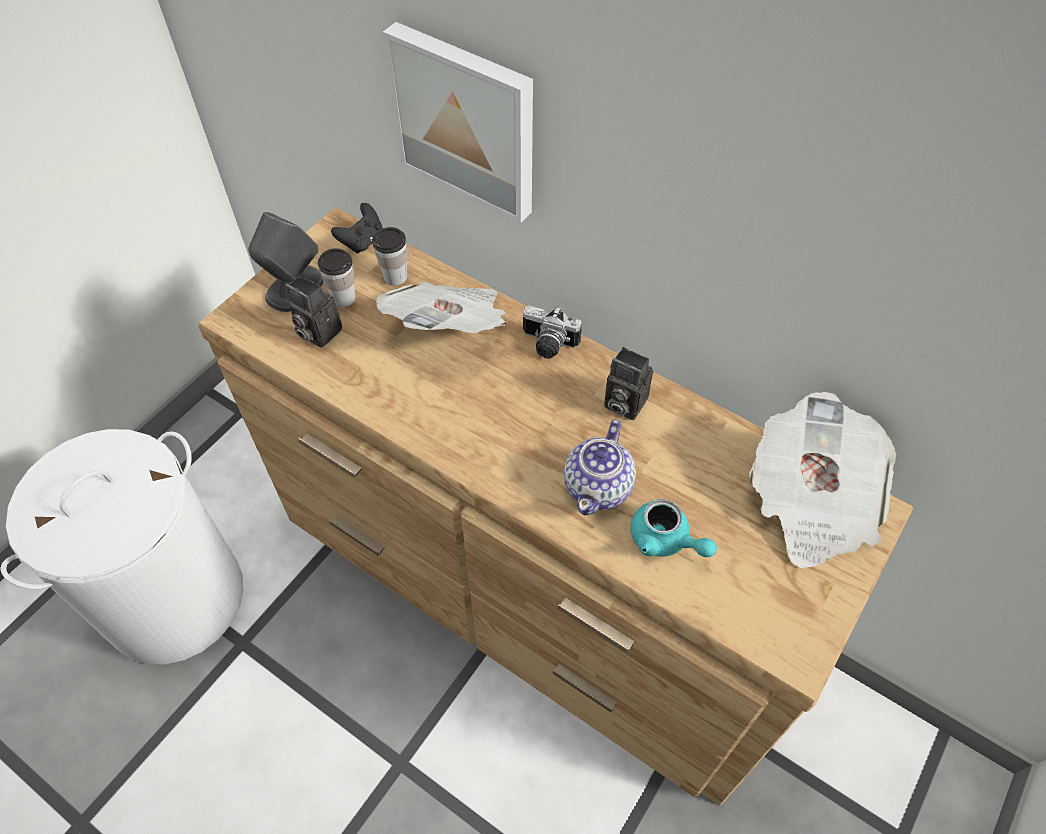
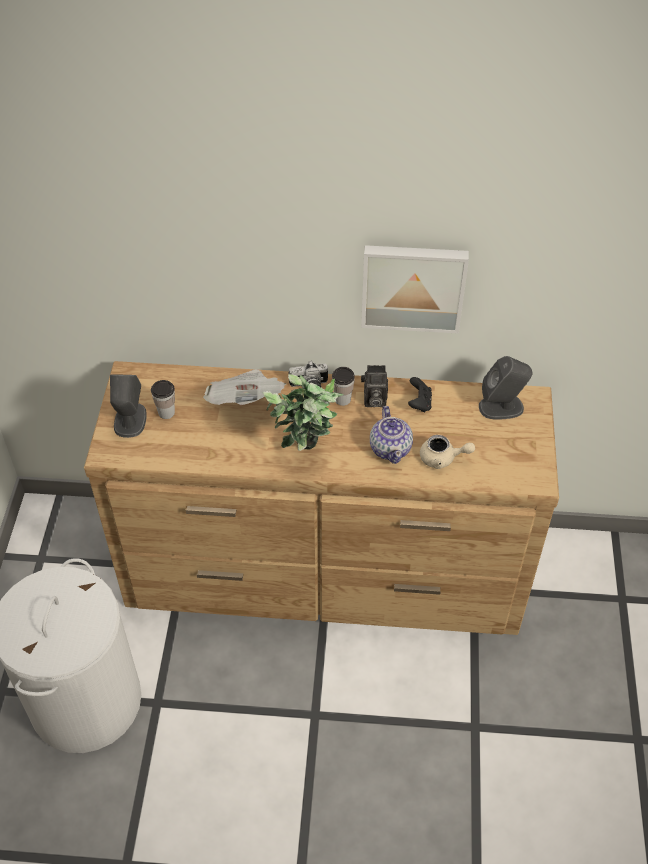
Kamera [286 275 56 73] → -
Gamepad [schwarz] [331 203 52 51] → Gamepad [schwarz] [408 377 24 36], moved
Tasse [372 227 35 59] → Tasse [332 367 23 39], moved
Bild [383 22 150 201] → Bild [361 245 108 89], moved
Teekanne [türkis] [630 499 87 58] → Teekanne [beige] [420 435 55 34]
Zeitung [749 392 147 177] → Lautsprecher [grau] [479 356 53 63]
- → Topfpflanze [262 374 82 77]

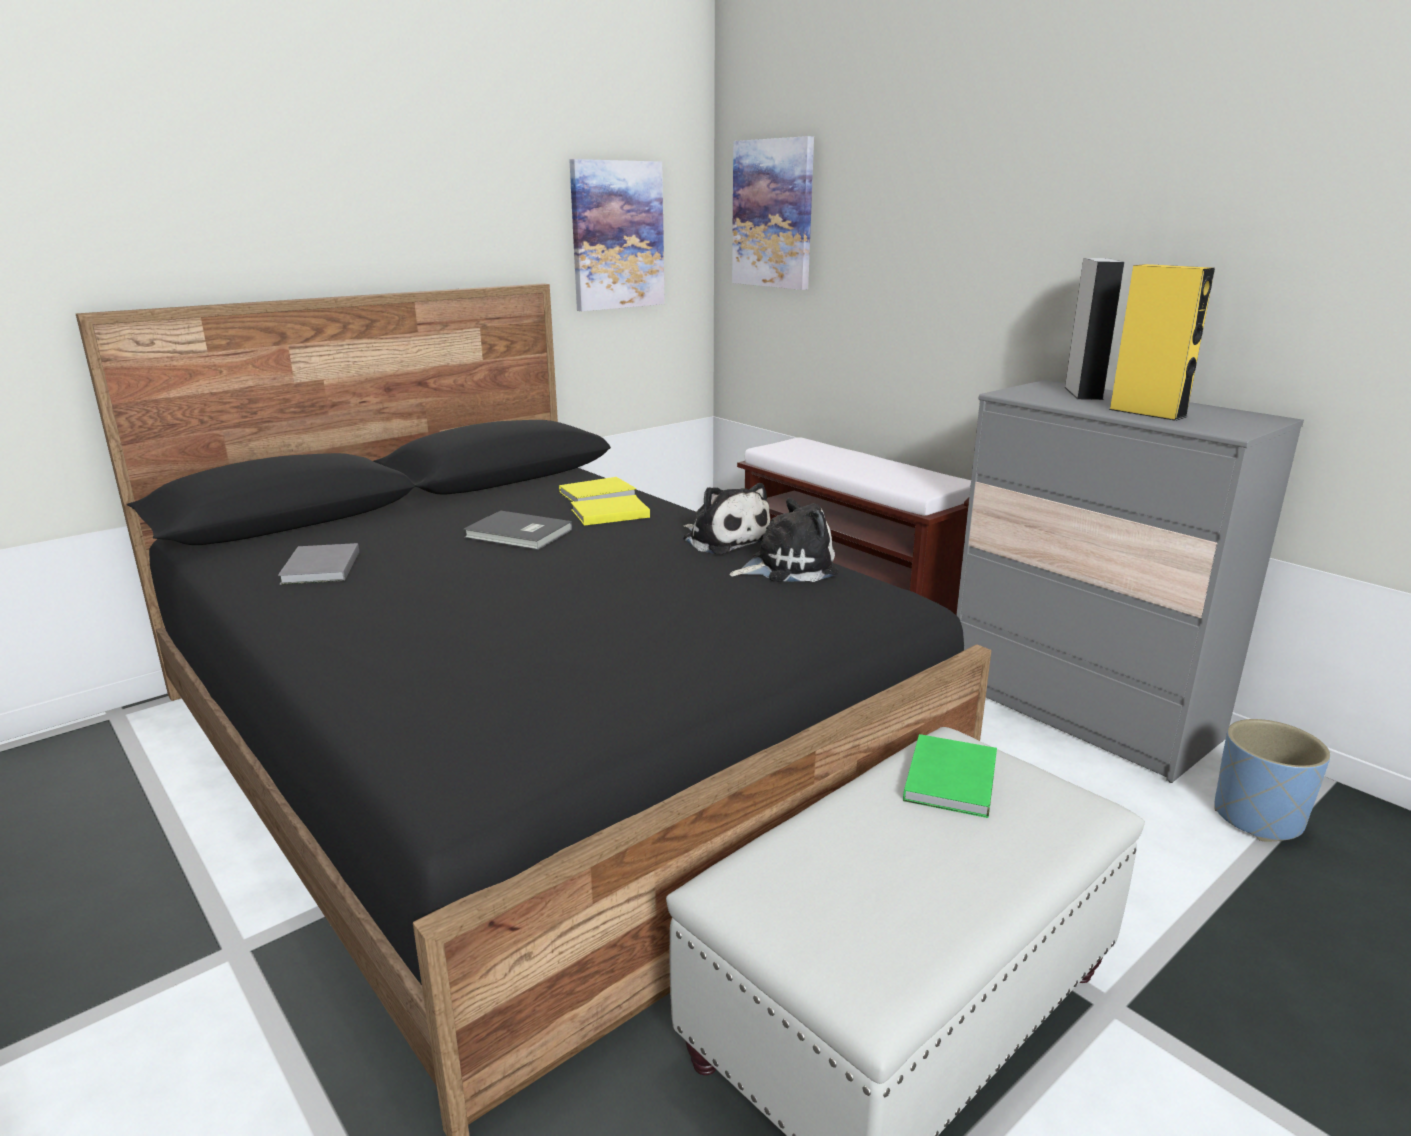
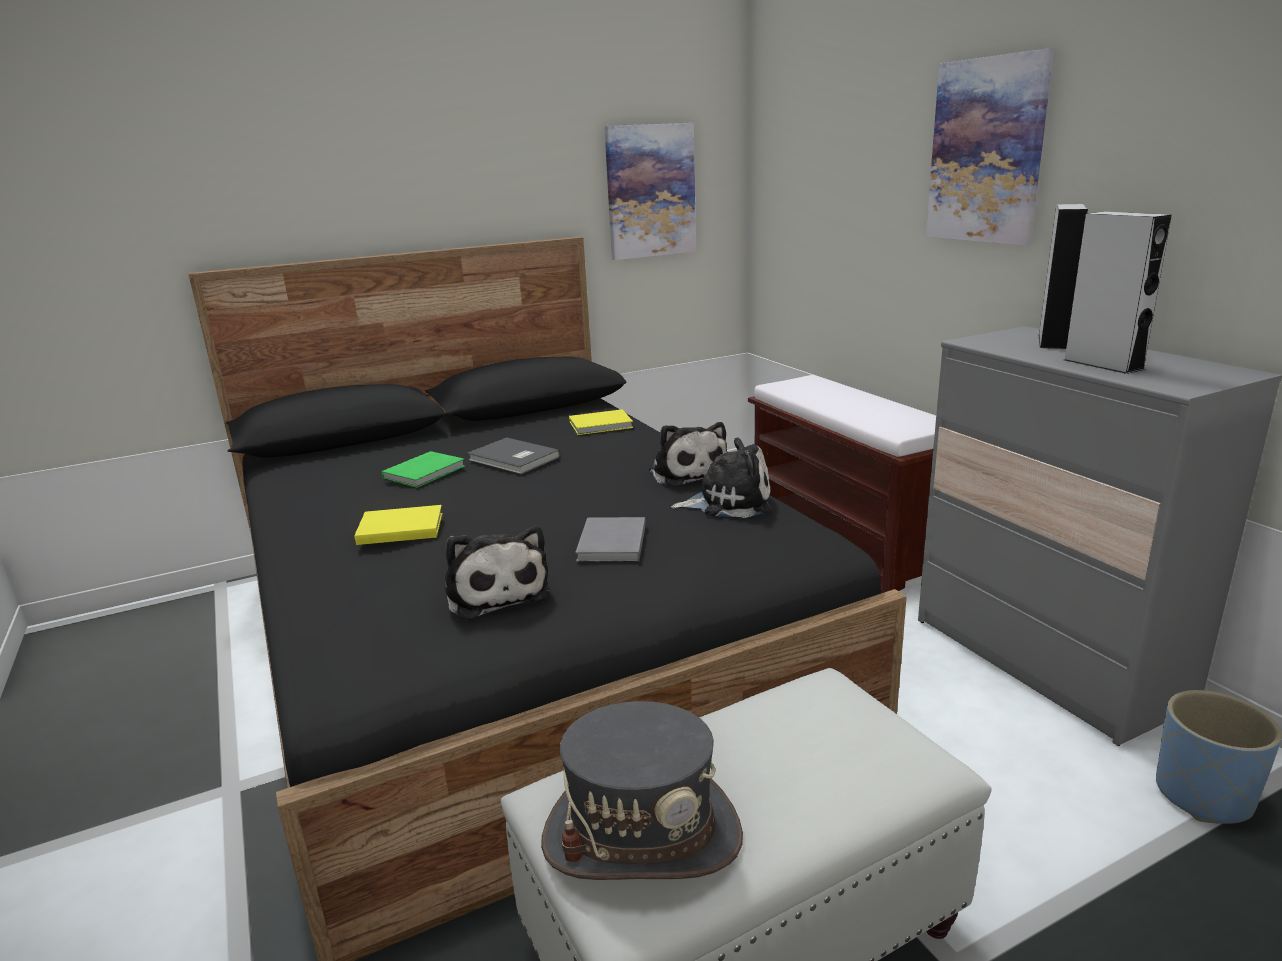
Buch [grau] [278 543 81 42] → Buch [grau] [575 517 71 45], moved
Buch [gelb] [571 495 79 31] → Buch [gelb] [354 505 89 40], moved
Bild [732 136 82 154] → Bild [926 48 128 198], moved
Buch [grün] [903 734 94 84] → Buch [grün] [382 451 83 37], moved
Lautsprecher [gelb] [1109 264 106 157] → Lautsprecher [grau] [1065 212 107 162]
- → Plüschtier [445 526 105 94]
- → Hut [grau] [541 701 202 179]

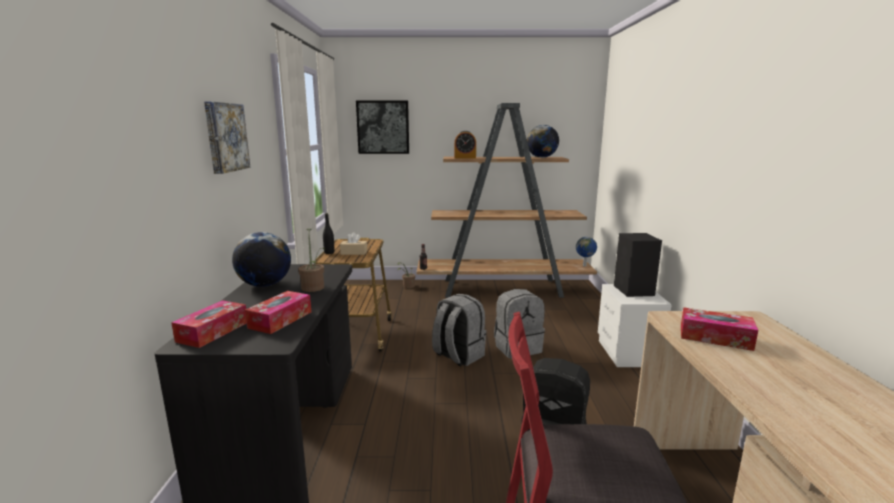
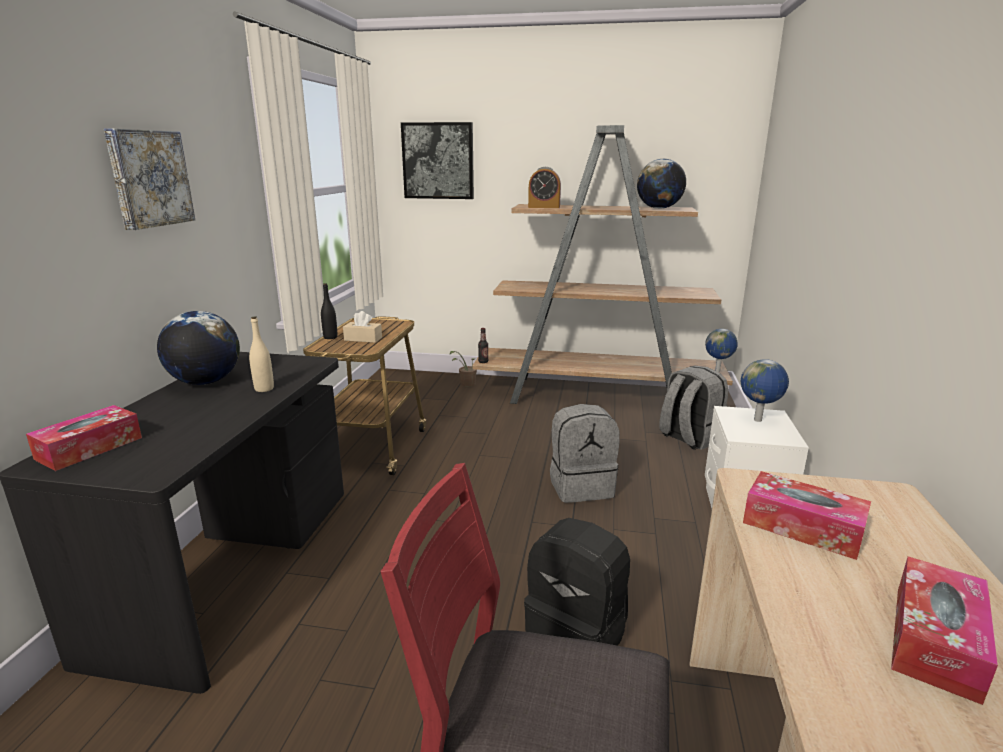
Taschentuchbox [245 291 66 43] → Taschentuchbox [891 556 107 149], moved
Topfpflanze [298 229 28 63] → Flasche [beige] [249 316 25 76]
Rucksack [grau] [432 294 54 72] → Rucksack [grau] [659 365 69 85], moved
Lautsprecher [schwarz] [614 233 48 64] → Globus [741 359 48 63]

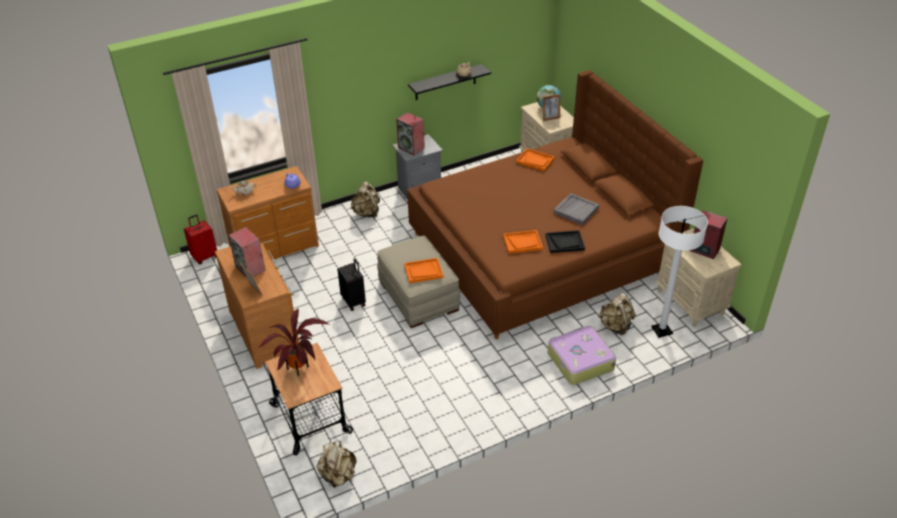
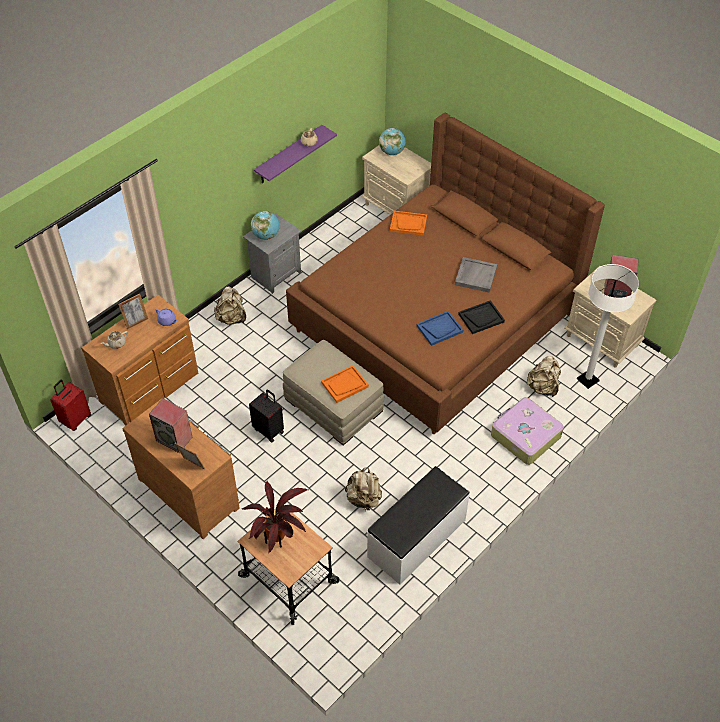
Rucksack [beige] [316 440 40 48] → Rucksack [beige] [345 467 37 45], moved
Lautsprecher [396 112 29 43] → Globus [251 211 29 29]
Wandregal [schwarz] [408 64 83 36] → Wandregal [lila] [254 125 83 58]
Tablett [orange] [503 230 40 24] → Tablett [blau] [417 311 46 35]
Bilderrahmen [542 94 18 27] → Bilderrahmen [118 293 30 36], moved
- → Bank [weiß] [367 466 103 119]

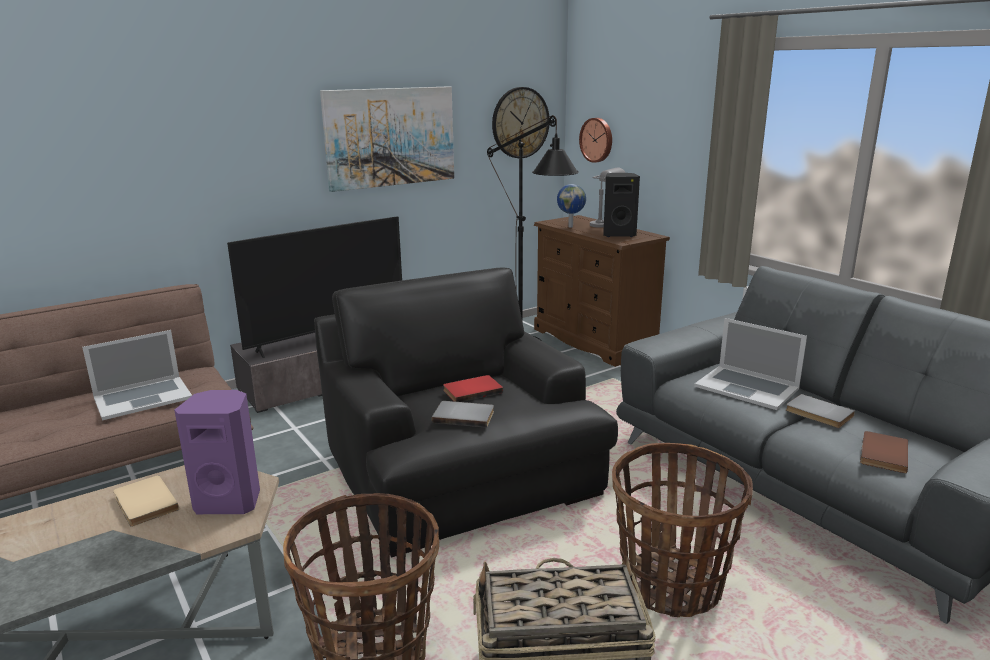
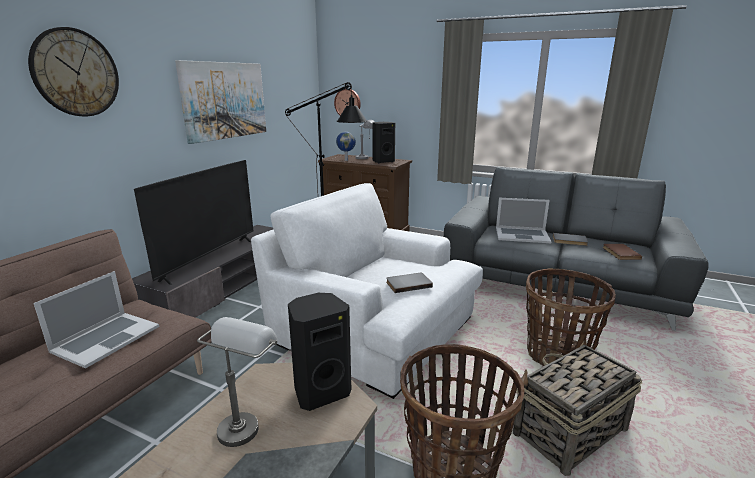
Buch [beige] [114 475 65 52] → Tischlampe [grau] [197 317 80 130]
Lautsprecher [lila] [174 390 86 124] → Lautsprecher [schwarz] [288 293 63 118]
Sessel [schwarz] [314 267 304 291] → Sessel [weiß] [251 183 232 216]
Buch [rot] [443 375 60 27] → -
Wanduhr [492 87 57 71] → Wanduhr [28 27 91 89], moved

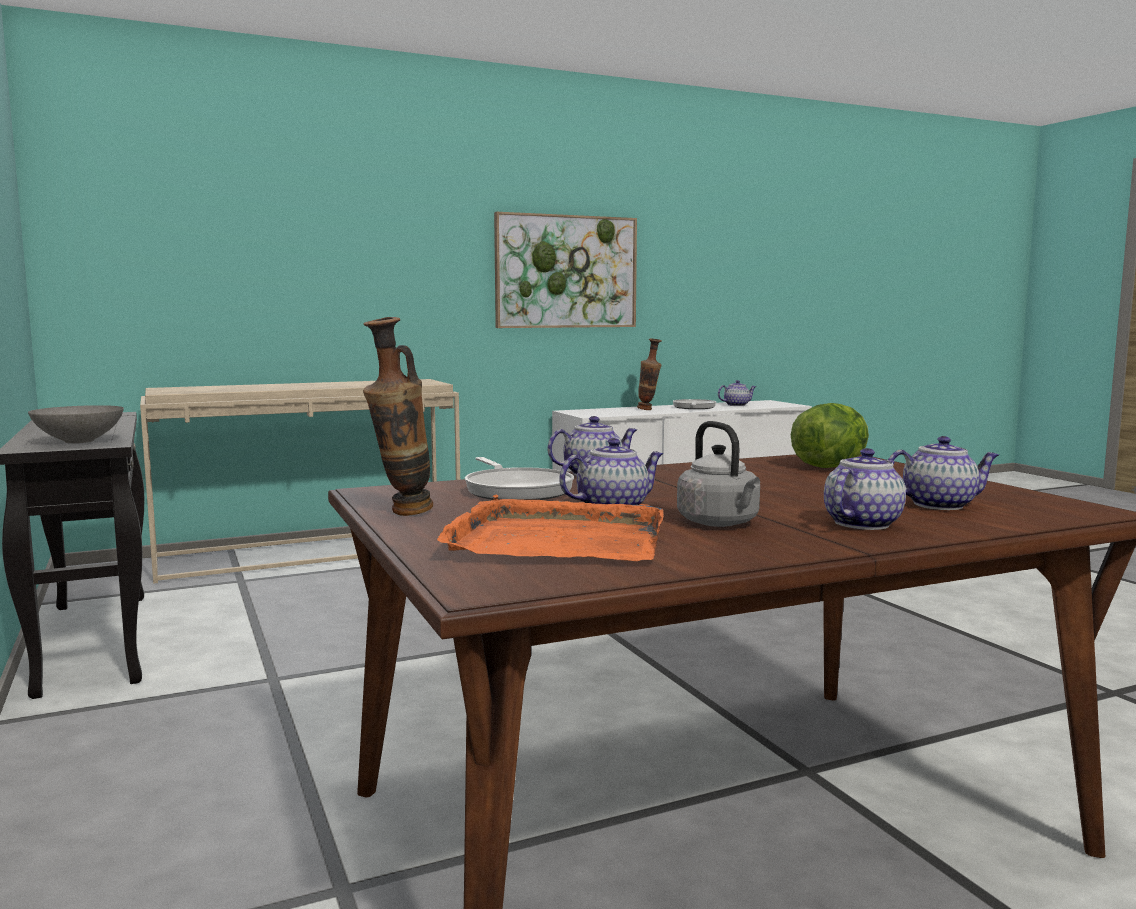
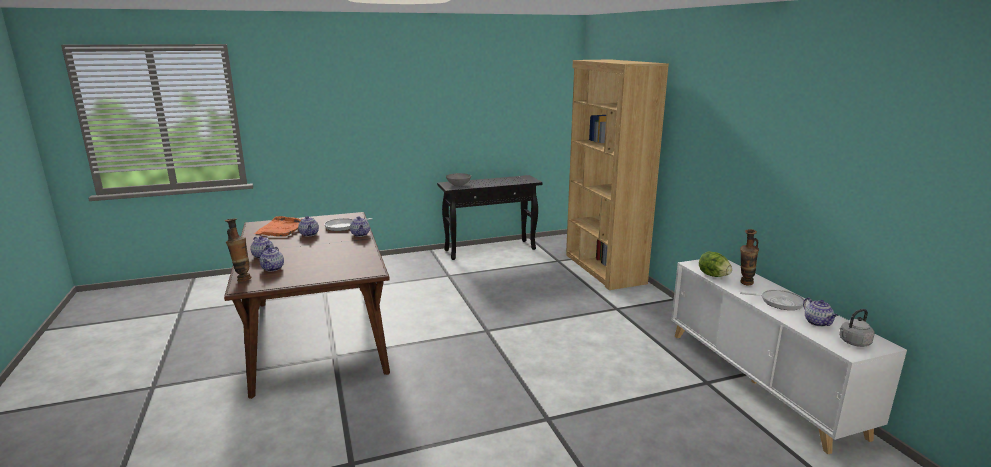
Konsolentisch [beige] [140 379 320 205] → Bücherregal [braun] [566 59 103 231]
Vase [363 317 70 199] → Vase [225 218 27 64], moved
Bild [494 212 143 116] → -
Wasserkessel [grau] [677 421 83 106] → Wasserkessel [grau] [839 309 36 38], moved
Salatkopf [791 403 78 65] → Salatkopf [699 252 33 25], moved

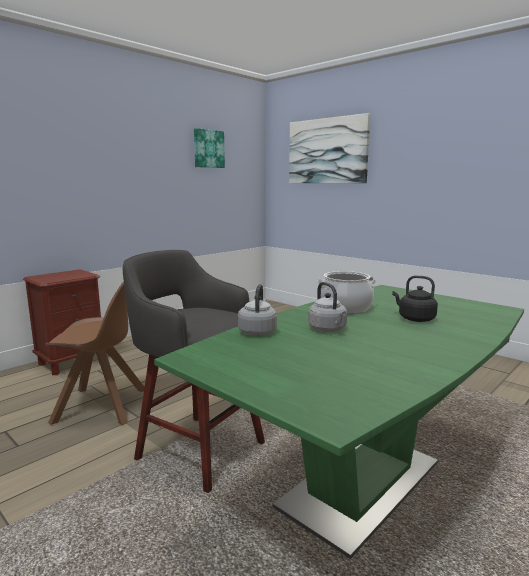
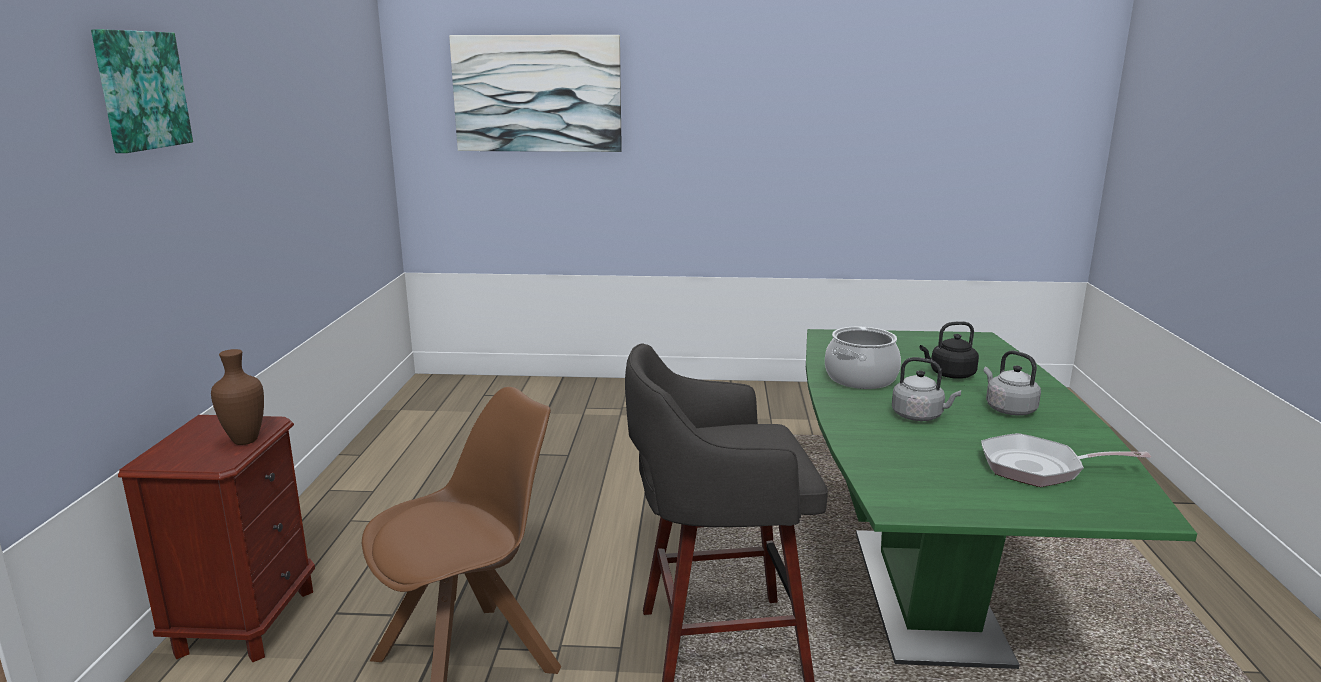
Bild [194 128 31 40] → Bild [91 29 102 124], moved
Wasserkessel [grau] [238 284 39 52] → Wasserkessel [grau] [983 350 58 66], moved
- → Vase [braun] [211 349 53 96]
- → Pfanne [981 433 170 54]

